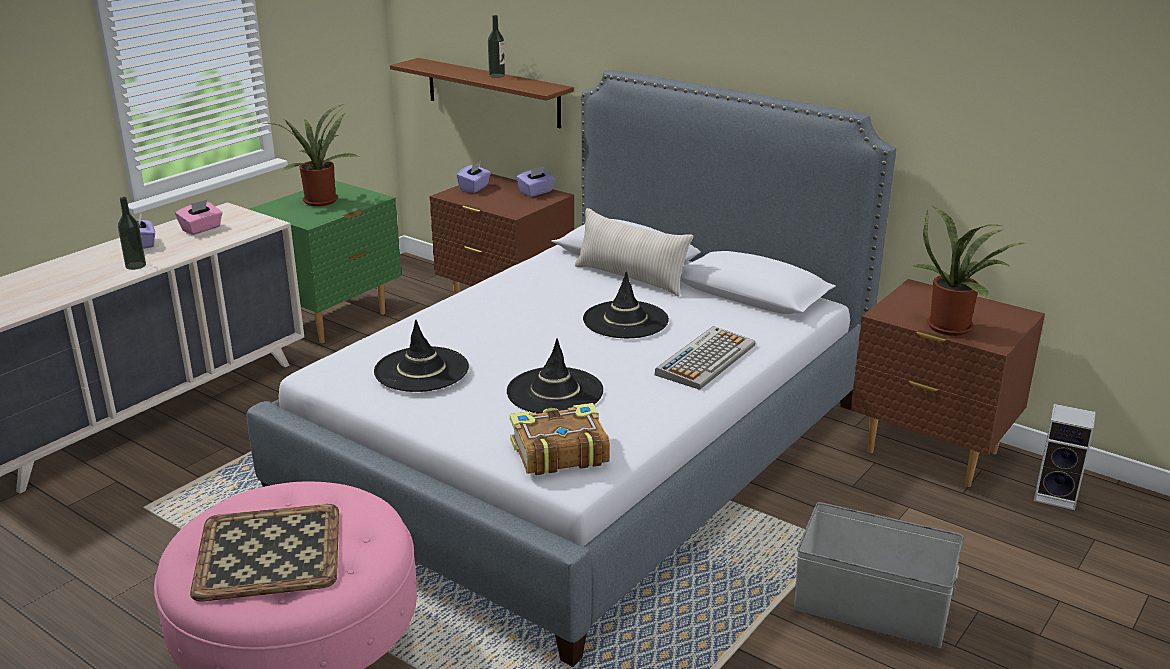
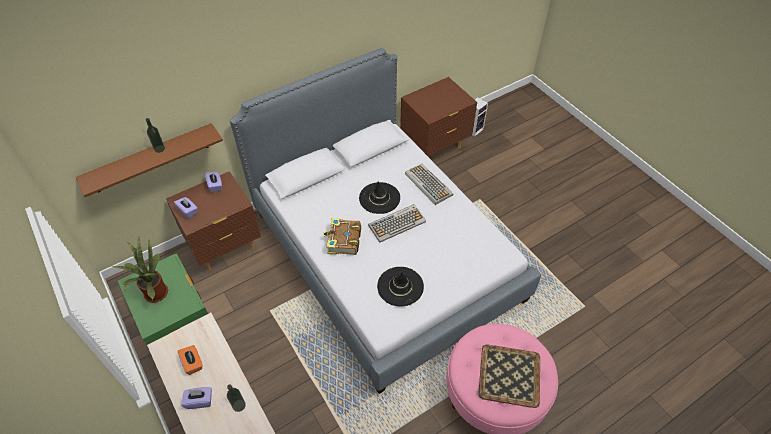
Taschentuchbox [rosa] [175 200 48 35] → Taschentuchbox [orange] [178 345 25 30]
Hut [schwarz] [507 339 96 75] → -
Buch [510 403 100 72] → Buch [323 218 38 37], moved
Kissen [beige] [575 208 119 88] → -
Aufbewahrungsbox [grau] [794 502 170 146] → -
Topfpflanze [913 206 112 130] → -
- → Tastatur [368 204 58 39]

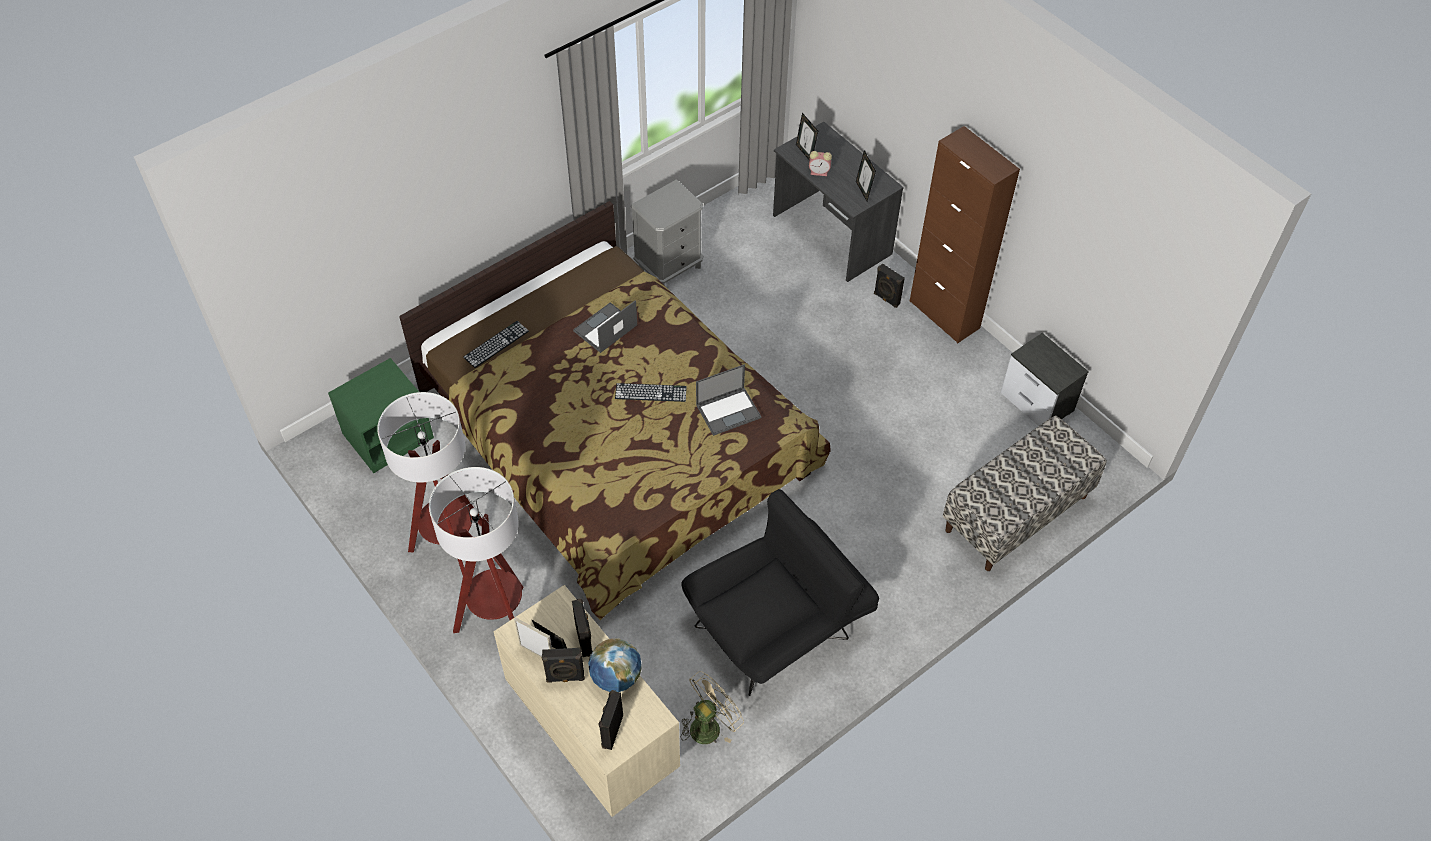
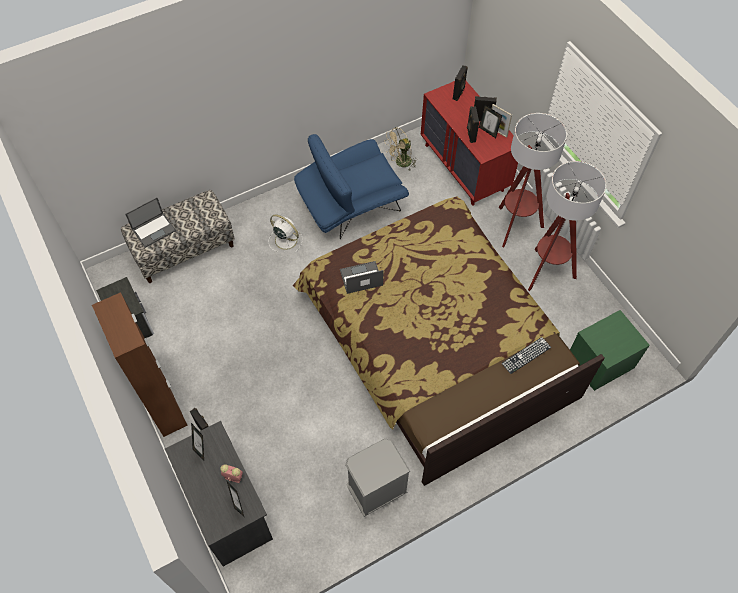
Kommode [beige] [493 585 187 232] → Kommode [rot] [420 81 98 125]
Laptop [573 300 64 53] → Laptop [125 198 51 50], moved
Globus [588 638 54 54] → -
Tastatur [615 383 72 19] → -
Sessel [schwarz] [681 489 198 207] → Sessel [blau] [294 134 115 105]
- → Ventilator [weiß] [269 215 34 37]

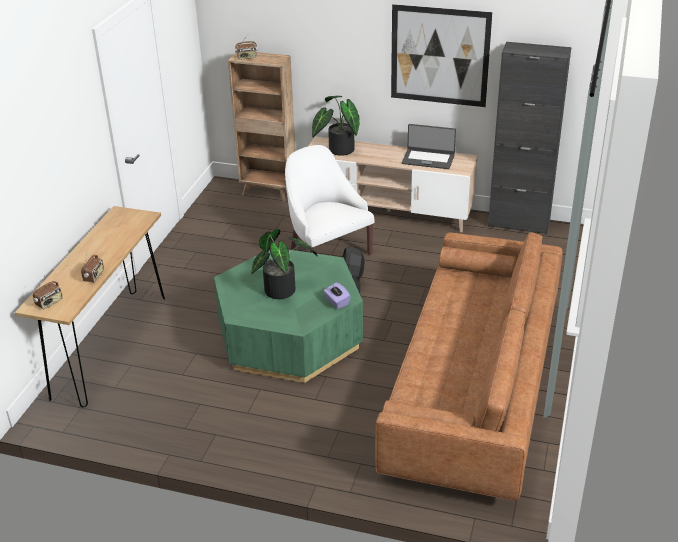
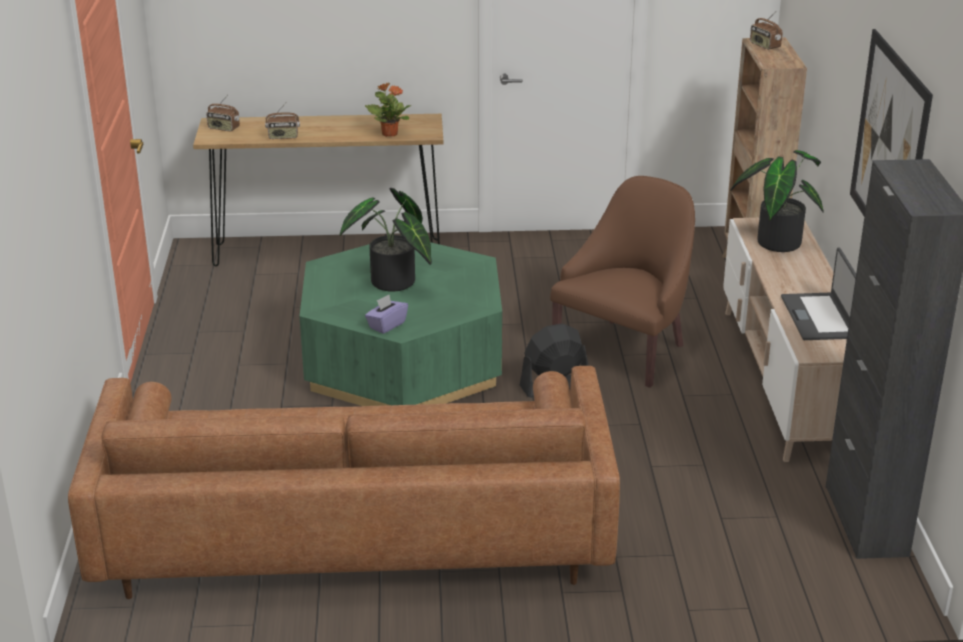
Sessel [weiß] [285 145 90 110] → Sessel [braun] [550 176 145 212]
- → Topfpflanze [365 83 46 54]

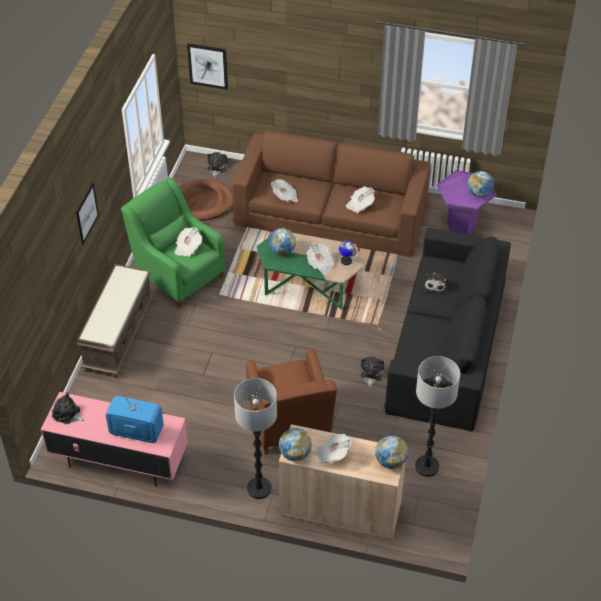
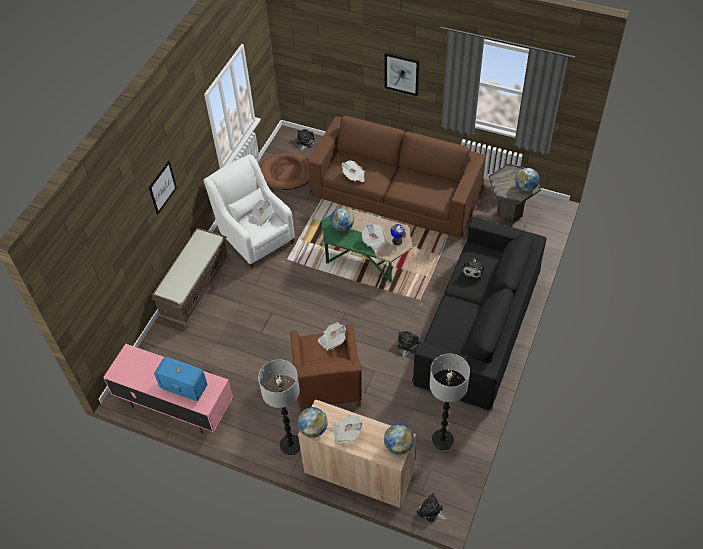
Plüschtier [52 392 33 32] → Plüschtier [417 493 30 29], moved
Sessel [grün] [121 177 104 131] → Sessel [weiß] [204 154 91 114]
Bild [187 43 41 47] → Bild [384 52 36 44], moved
Zeitung [346 186 29 27] → Zeitung [318 322 28 29], moved
Beistelltisch [lila] [437 170 59 64] → Beistelltisch [grau] [489 164 52 59]

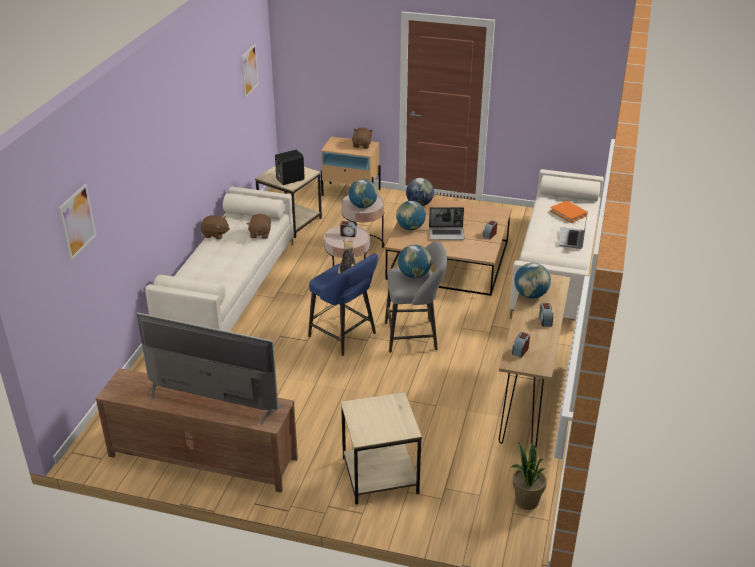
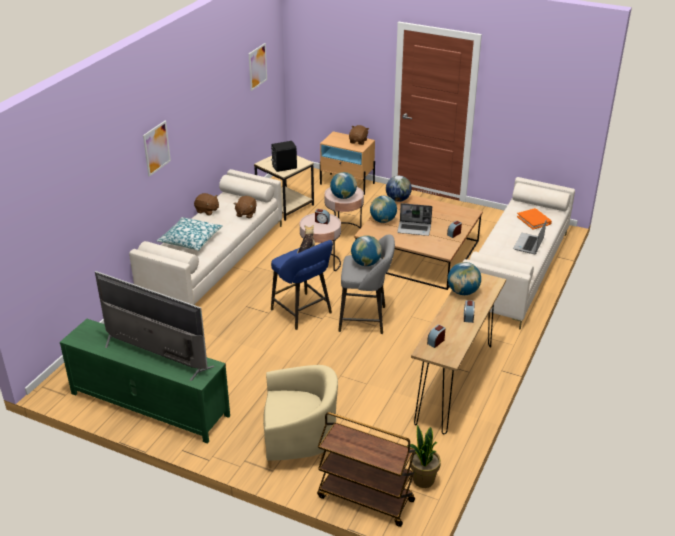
Bild [59 184 37 76] → Bild [143 121 28 56], moved
Fernsehschrank [braun] [96 368 202 125] → Fernsehschrank [grün] [60 319 170 125]
Beistelltisch [beige] [341 392 81 112] → Sessel [beige] [263 365 75 103]
- → Kissen [157 217 66 34]
- → Rollwagen [braun] [317 412 98 115]

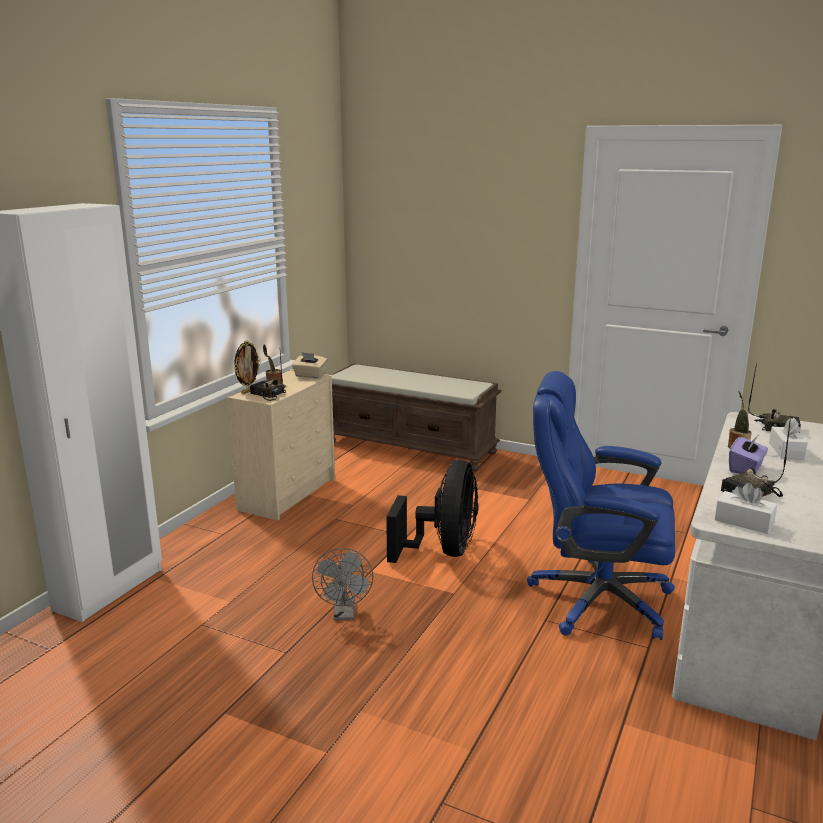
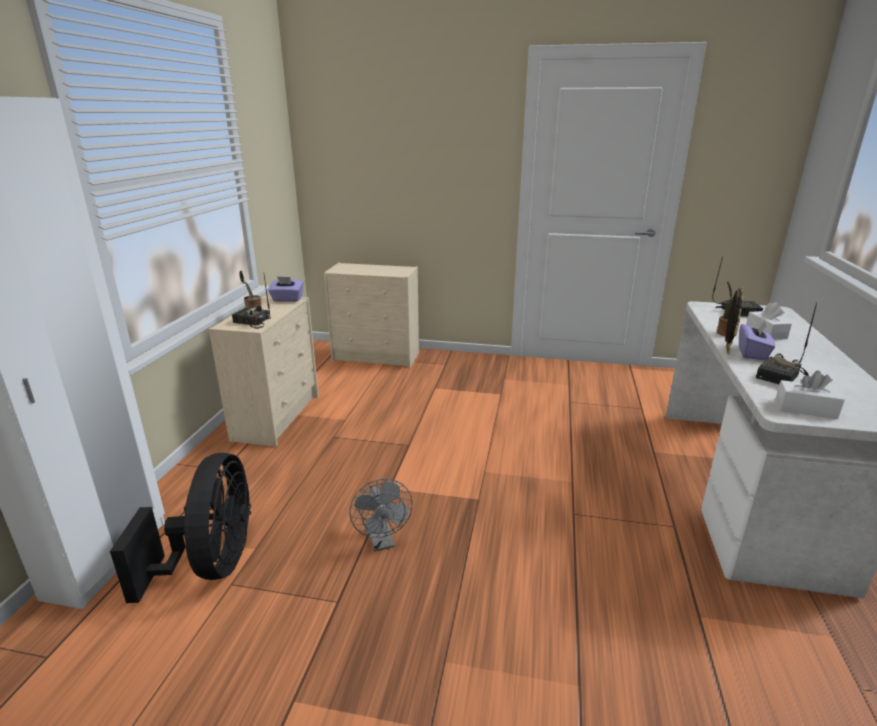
Bilderrahmen [234 340 27 54] → Bilderrahmen [725 287 19 67], moved
Taschentuchbox [beige] [292 352 36 26] → Taschentuchbox [lila] [268 276 36 26]
Bank [braun] [332 363 170 108] → Kommode [beige] [324 263 95 105]
Ventilator [schwarz] [386 460 93 103] → Ventilator [schwarz] [110 453 141 150], moved
Bürostuhl [blau] [527 371 148 269] → -

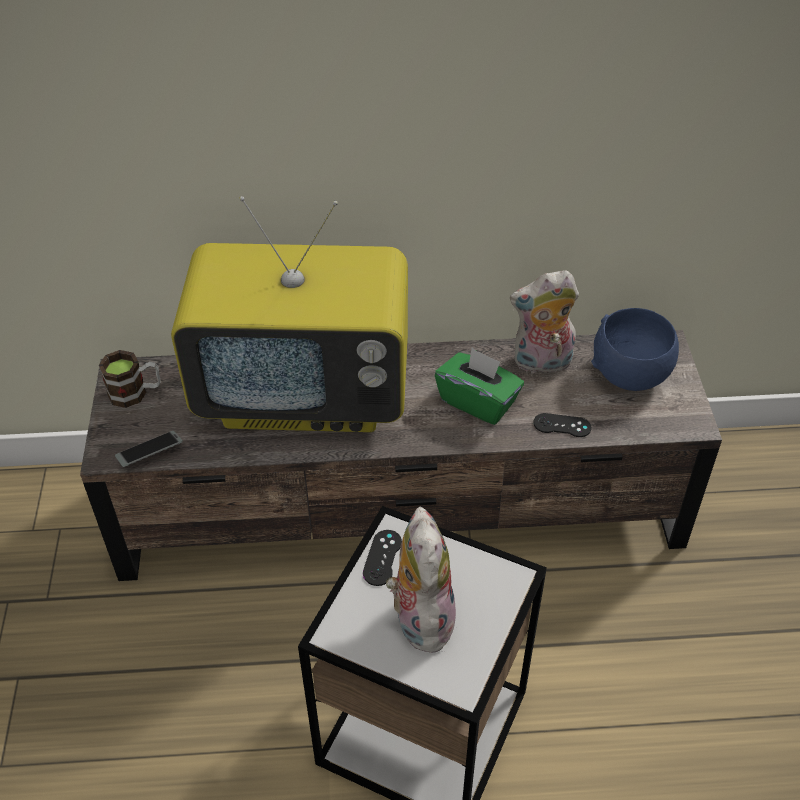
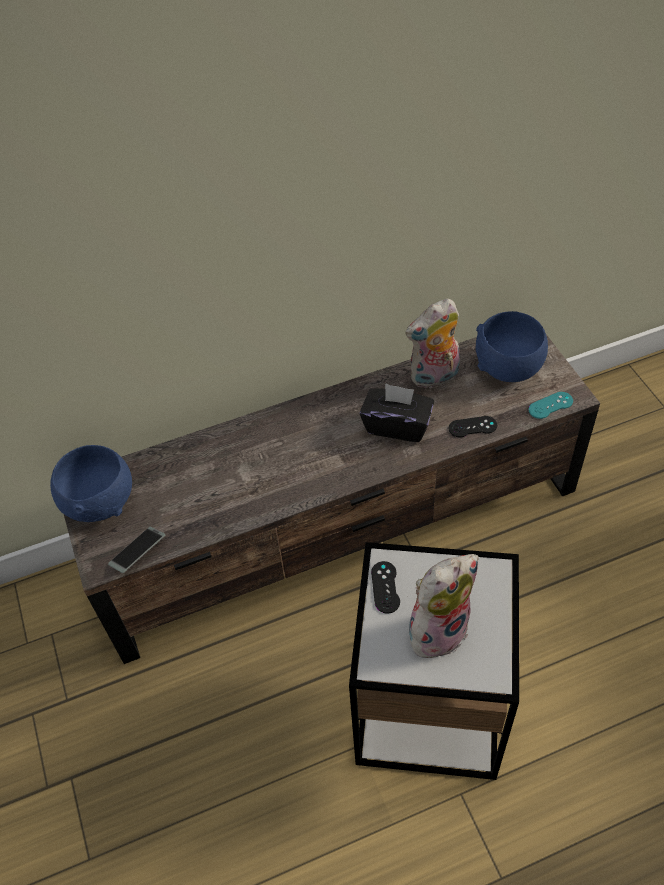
Henkelbecher [99 350 62 58] → Schüssel [blau] [50 445 82 77]
Fernseher [171 196 237 236] → -
Plüschtier [386 507 70 146] → Plüschtier [409 554 70 105], 75 degrees clockwise
Taschentuchbox [grün] [435 348 89 77] → Taschentuchbox [schwarz] [360 383 74 59]
- → Gamepad [türkis] [529 392 44 27]

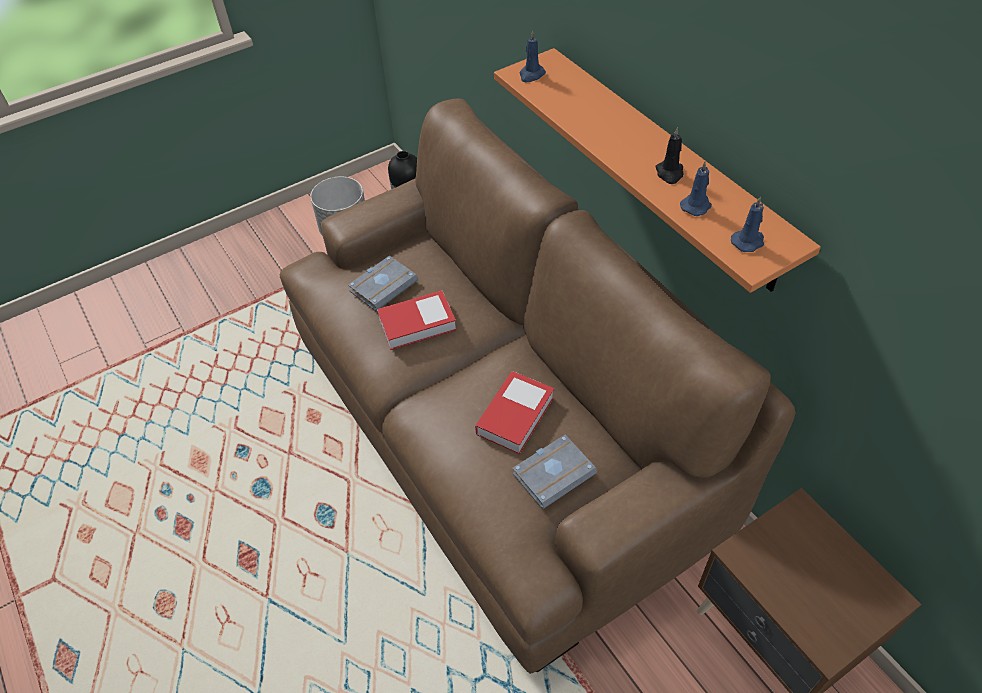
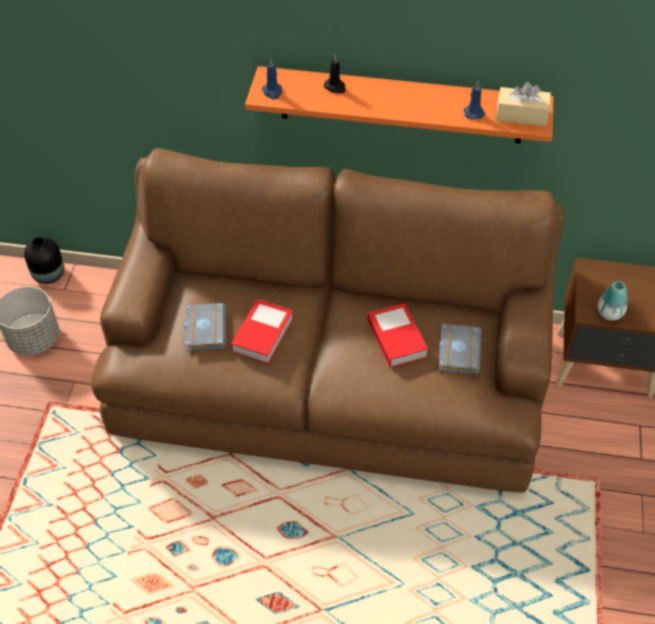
Kerze [schwarz] [655 127 29 57] → Kerze [schwarz] [324 55 21 38], moved
Kerze [blau] [731 197 33 55] → Taschentuchbox [beige] [496 82 55 44]
- → Vase [598 281 29 40]

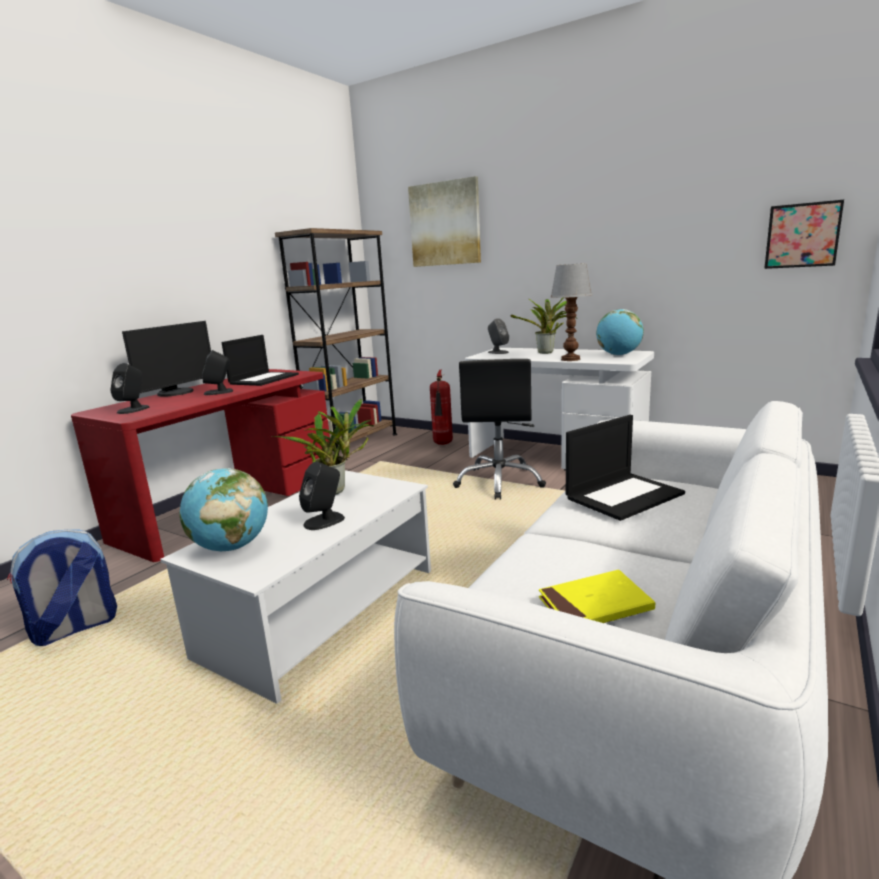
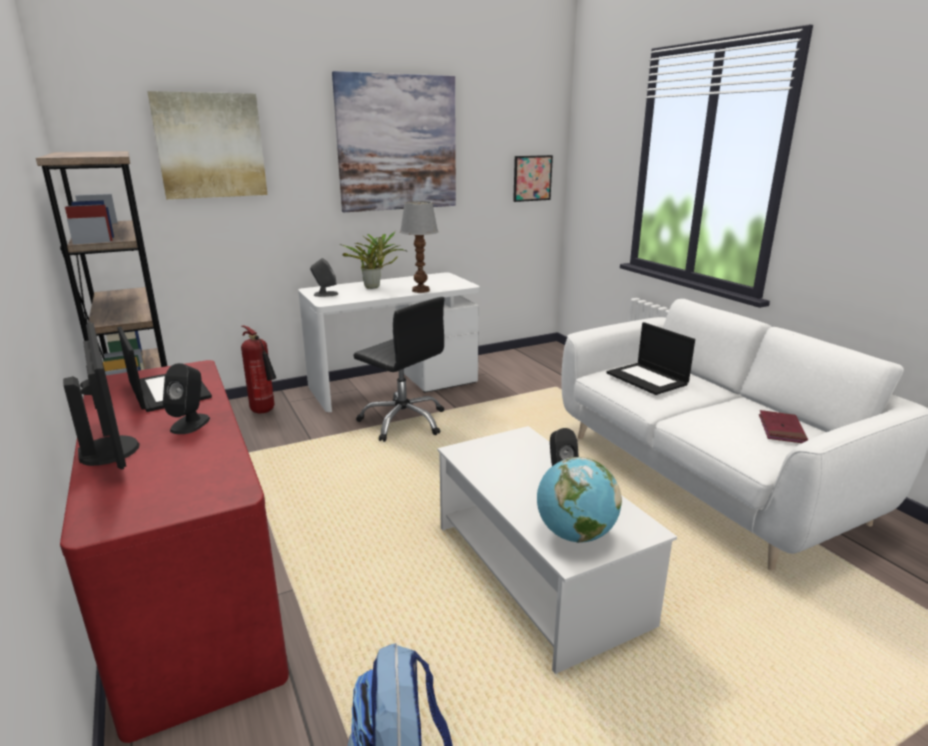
Lautsprecher [schwarz] [110 363 39 51] → -
Topfpflanze [271 399 103 96] → -
Buch [gelb] [539 570 116 53] → Buch [rot] [759 410 49 33]
Laptop [566 415 119 106] → Laptop [606 322 89 73], 150 degrees clockwise
Globus [596 309 48 47] → -
- → Bild [332 71 124 141]

